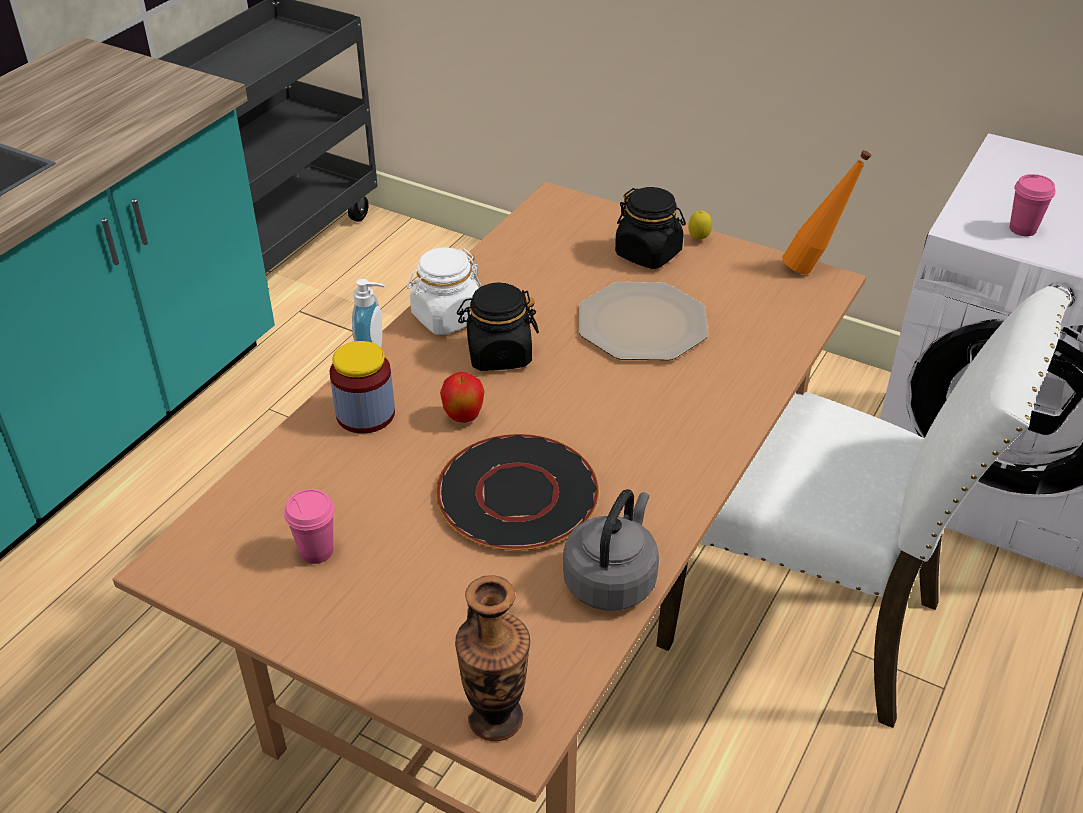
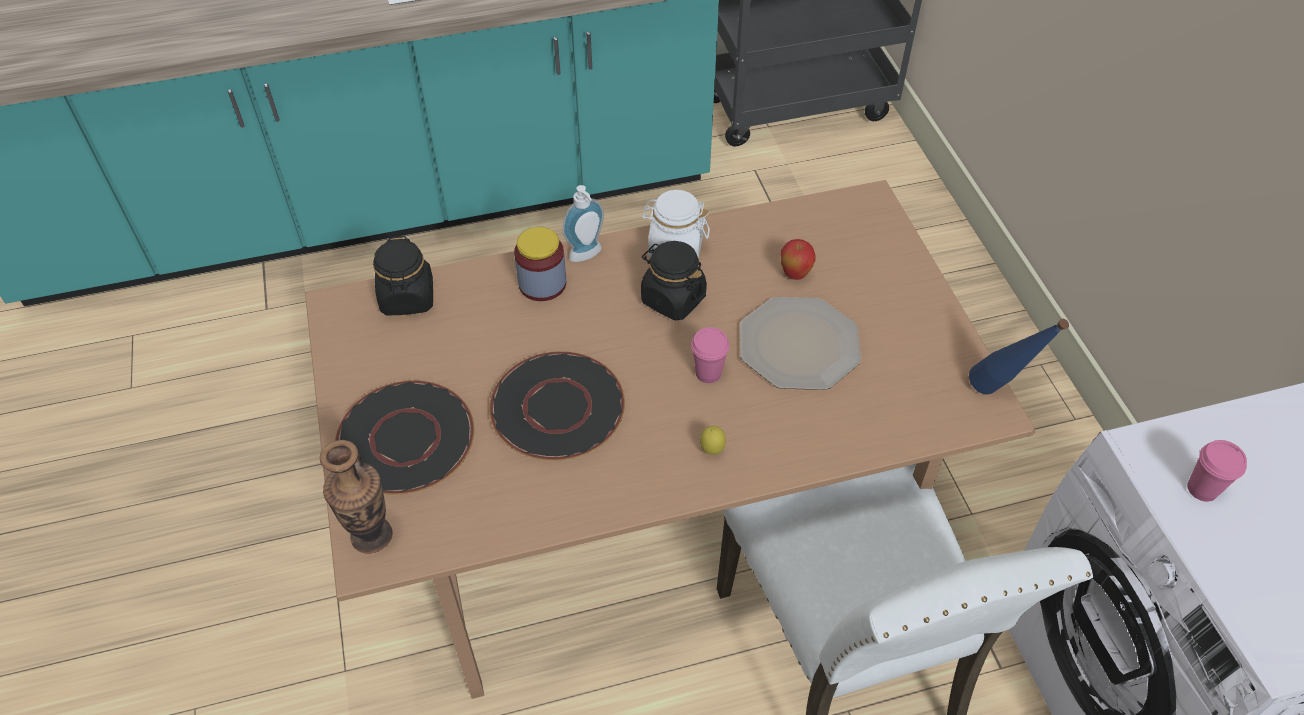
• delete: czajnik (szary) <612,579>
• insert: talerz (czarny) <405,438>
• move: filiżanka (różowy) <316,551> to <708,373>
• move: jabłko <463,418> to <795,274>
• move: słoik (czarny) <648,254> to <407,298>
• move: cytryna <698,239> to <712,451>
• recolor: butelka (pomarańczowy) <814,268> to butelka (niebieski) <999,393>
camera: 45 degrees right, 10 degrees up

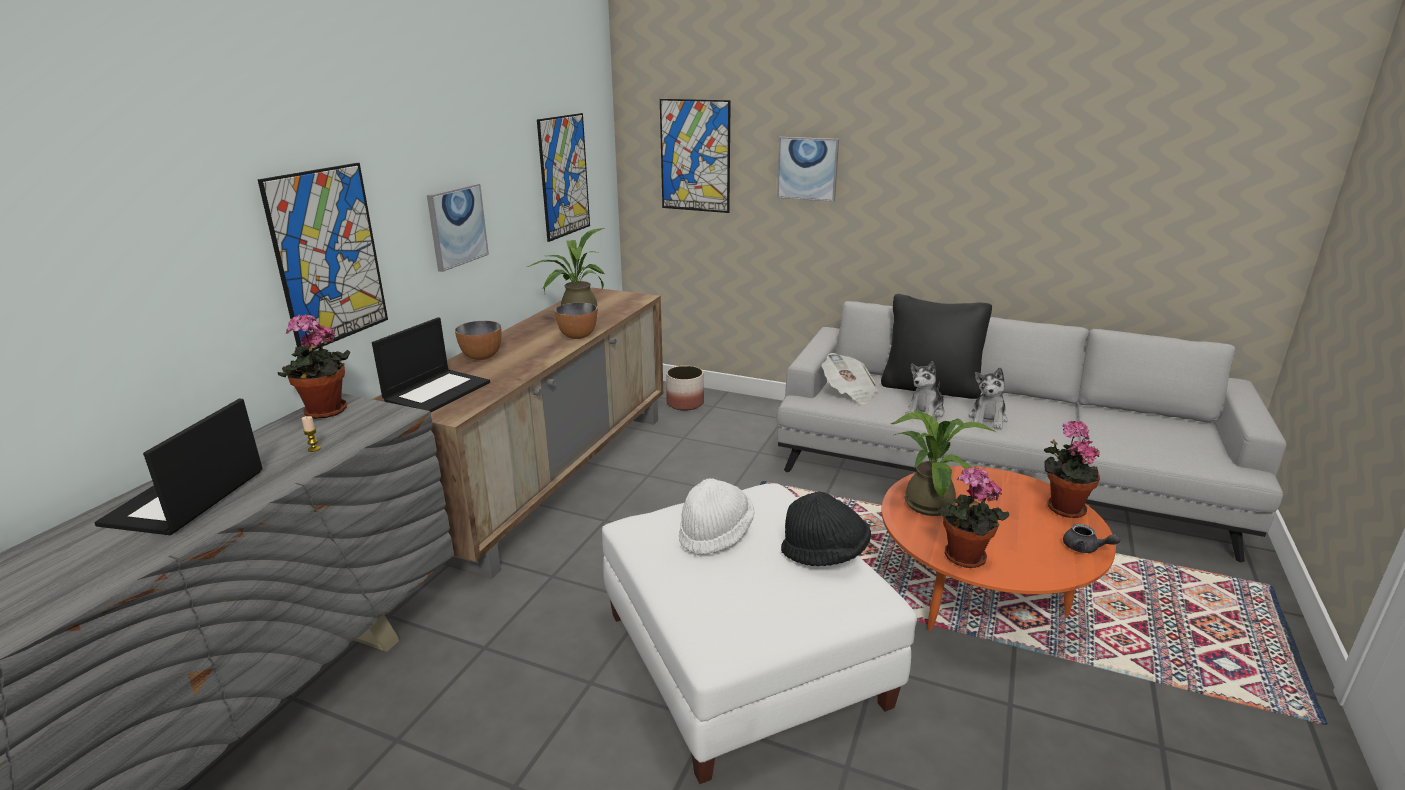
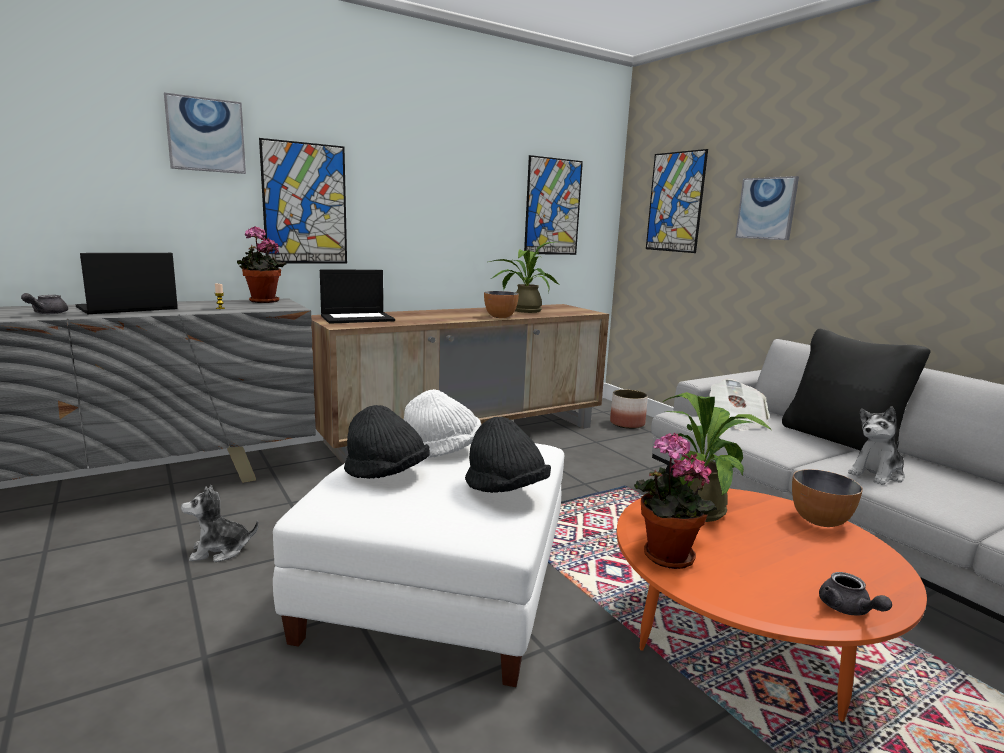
• delete: roślina doniczkowa <1062,507>
• insert: imbryk (szary) <46,313>
• insert: kapelusz (czarny) <386,474>
• move: obraz <457,226> to <206,135>
• move: miska <482,357> to <819,521>
• move: pluszak <925,412> to <220,550>
camera: 35 degrees right, 10 degrees down

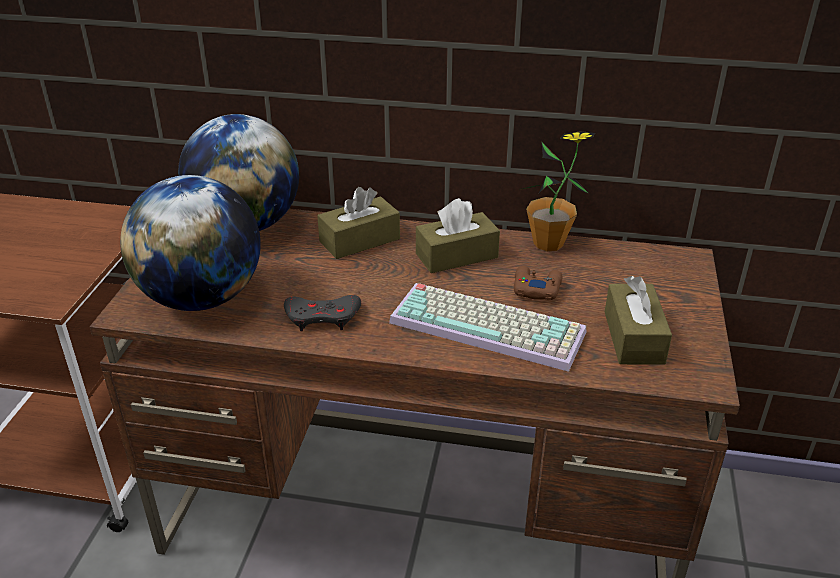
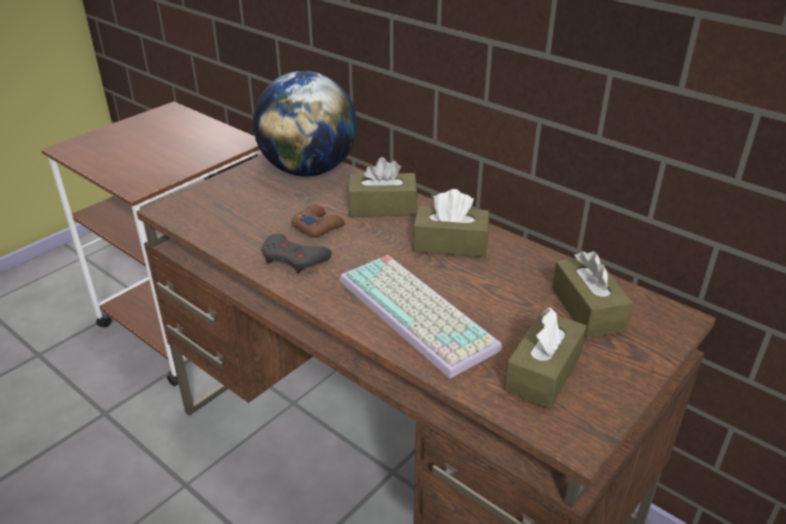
• delete: globus <202,298>
• delete: roślina doniczkowa <548,243>
• insert: pudełko chusteczek (brązowy) <587,309>
• move: pad do gier (brązowy) <536,288> to <318,226>
camera: 30 degrees right, 0 degrees up

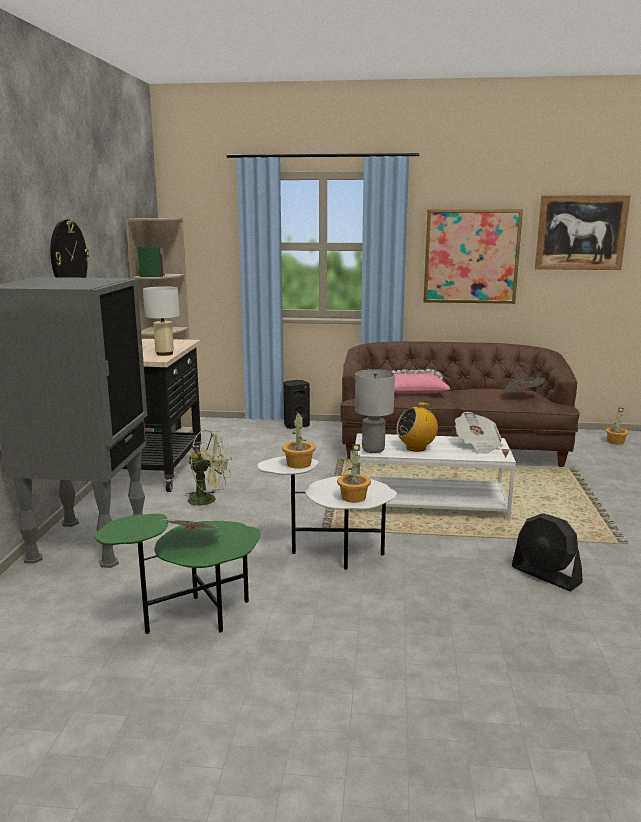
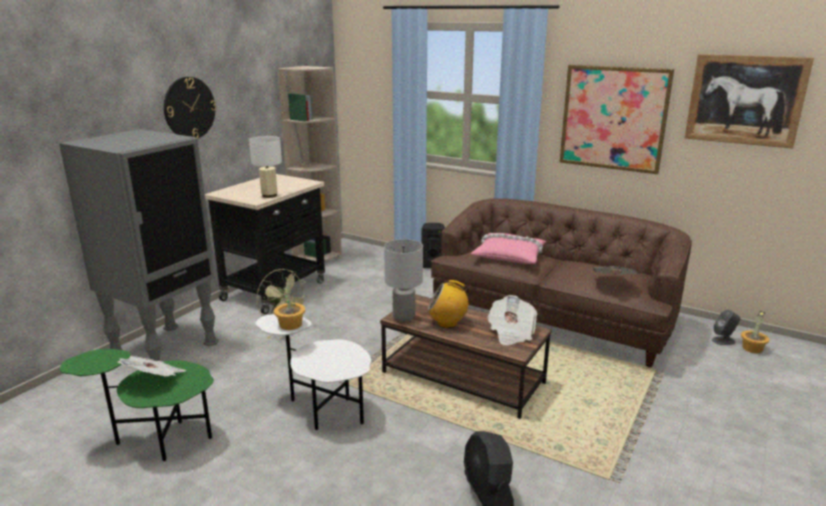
• delete: roślina doniczkowa <353,497>
• insert: głośnik (szary) <723,340>
• recolor: ława (biały) <429,503> to ława (brązowy) <463,378>
camera: 25 degrees right, 5 degrees up

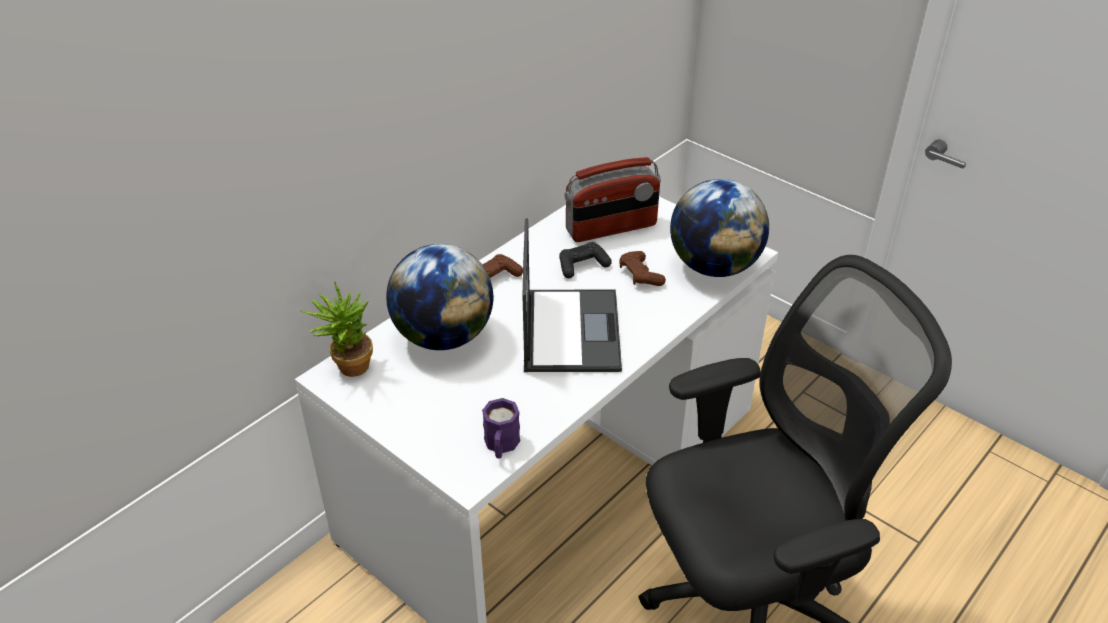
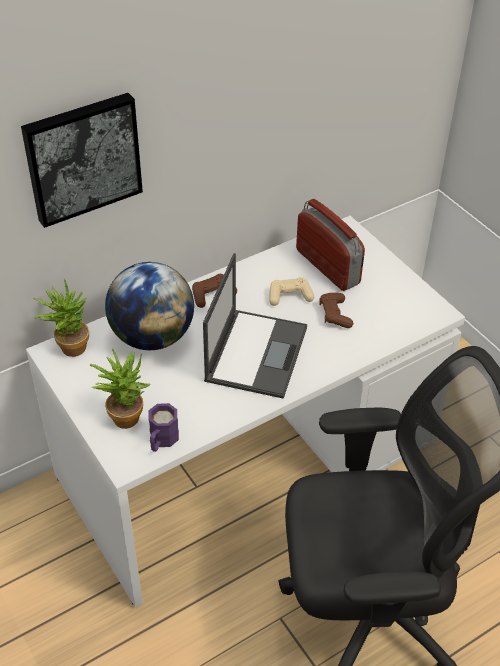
• delete: globus <714,266>
• insert: obraz <82,157>
• insert: roślina doniczkowa <125,414>
• recolor: pad do gier (czarny) <582,266> to pad do gier (beżowy) <289,296>
• rotate: radio <611,228> = <328,266> 120 degrees counterclockwise
camera: 15 degrees right, 5 degrees up

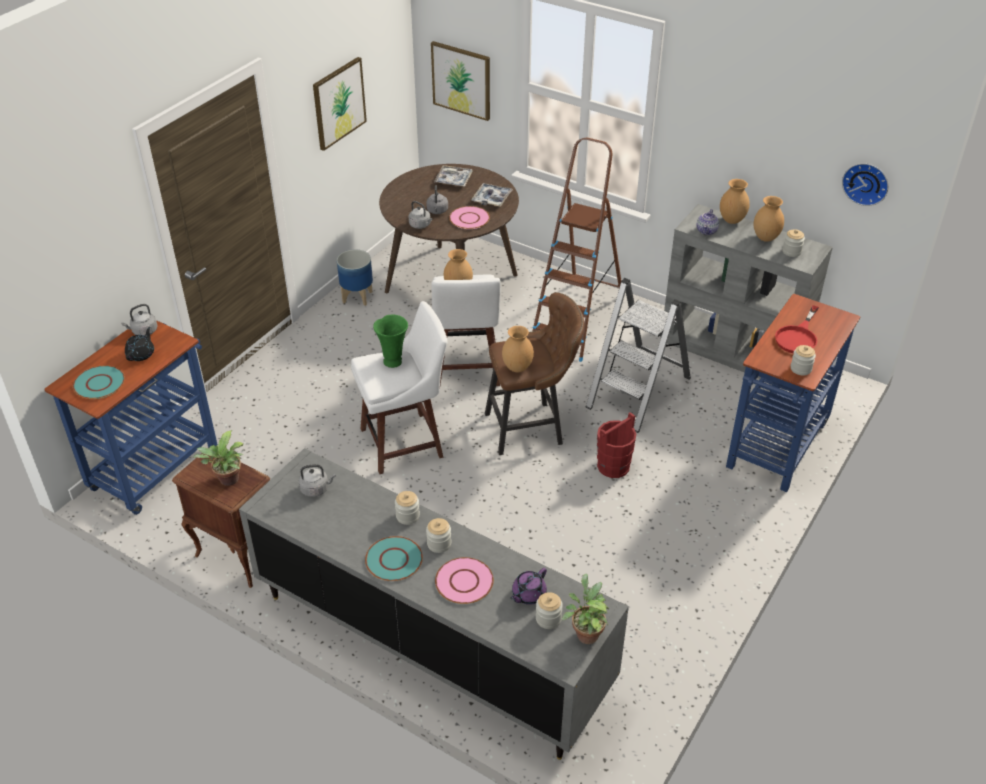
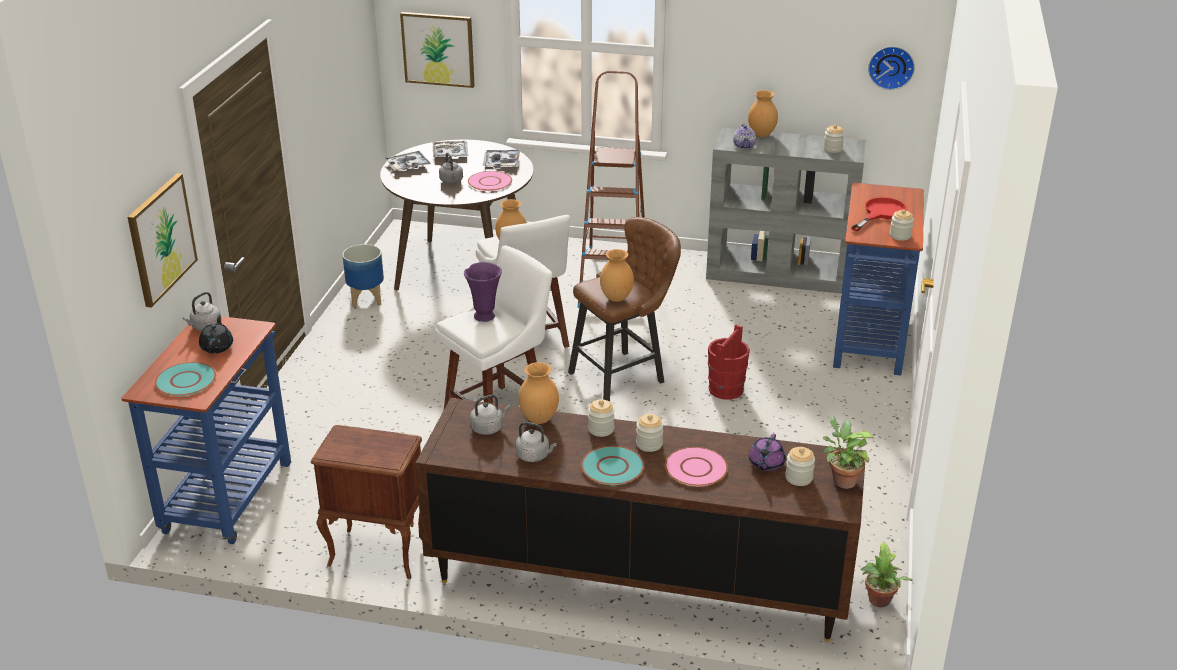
• delete: drabinka (szary) <639,391>
• insert: taca <408,165>
• move: roślina doniczkowa <227,481> to <879,602>
• move: obraz <339,103> to <161,239>
• move: czajnik (szary) <421,225> to <534,456>
• move: wazon (brązowy) <765,238> to <538,419>
• recolor: szafka (szary) <431,645> to szafka (brązowy) <638,580>
• recolor: wazon (zielony) <393,361> to wazon (fioletowy) <485,315>
• rotate: patelnia (czerwony) <798,337> = <880,213> 150 degrees counterclockwise
camera: 20 degrees left, 10 degrees down

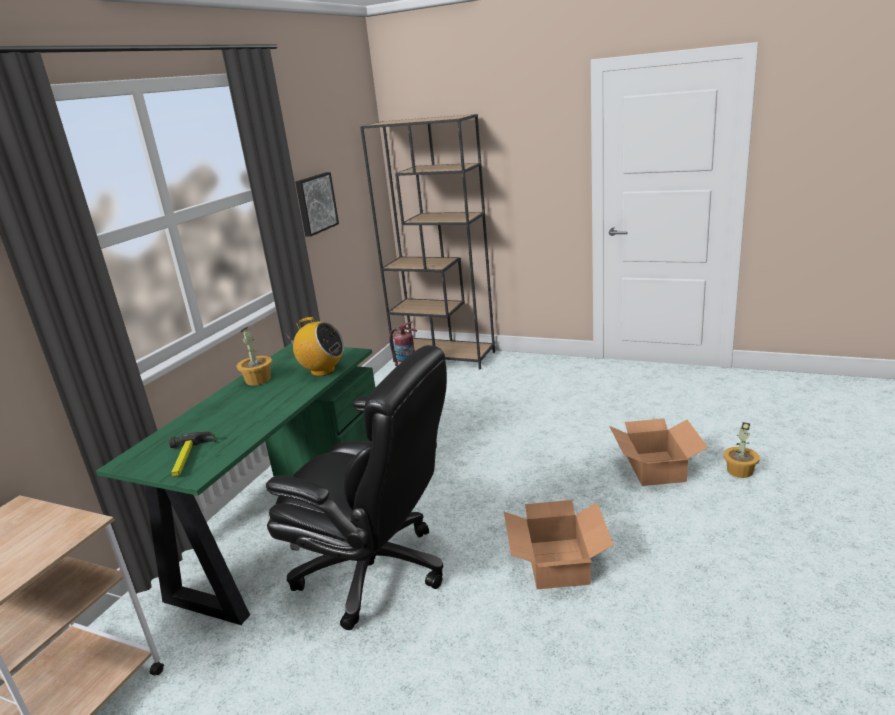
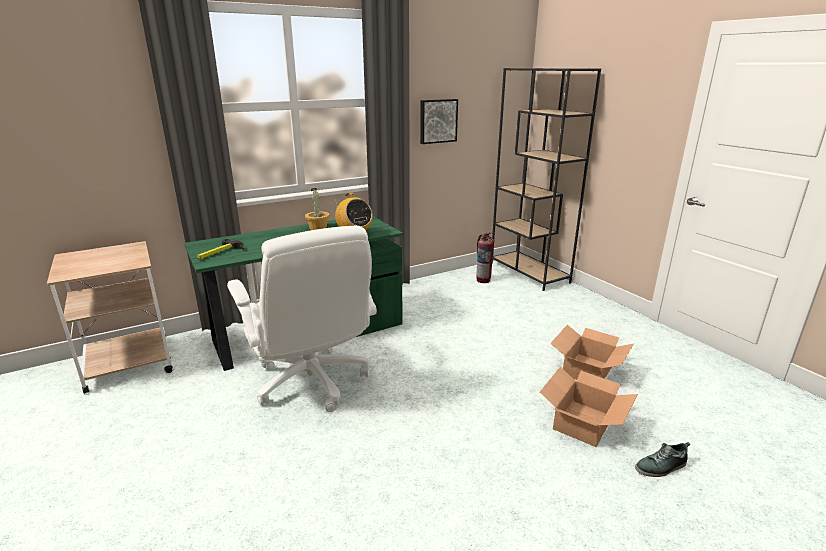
• move: karton <558,562> to <588,370>
• replace: roślina doniczkowa <740,471> to but <661,467>
• recolor: krzesło biurowe (czarny) <378,575> to krzesło biurowe (biały) <312,384>
camera: 35 degrees right, 0 degrees up

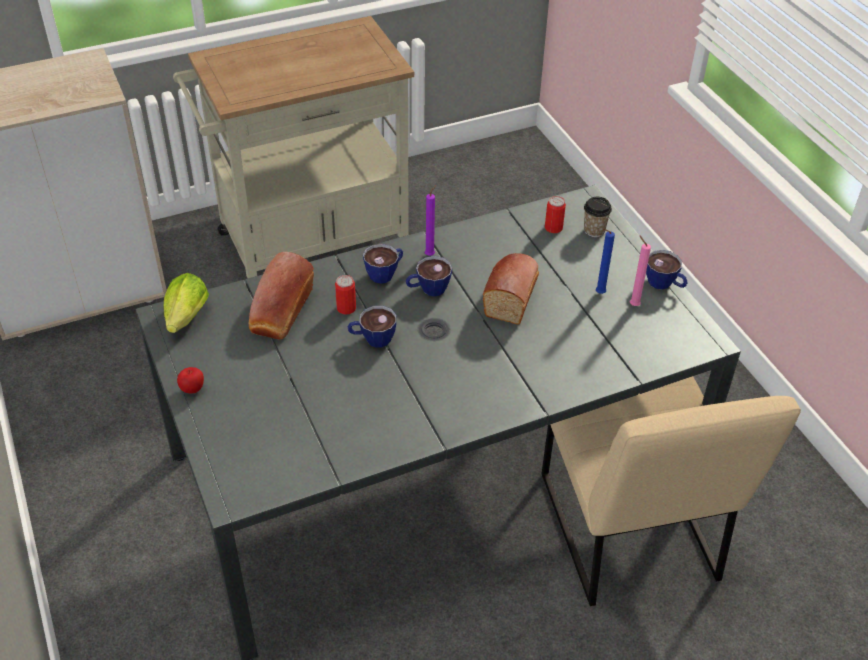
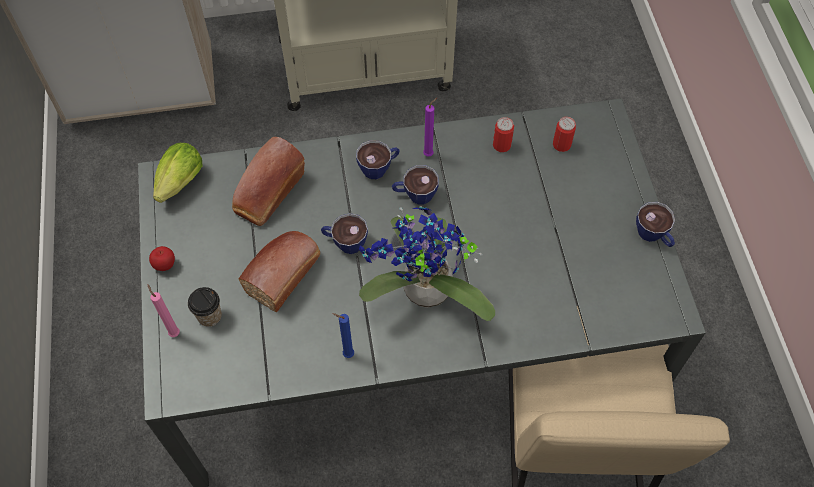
• insert: roślina doniczkowa <423,294>
• move: puszka <346,308> to <501,145>
• move: chleb <512,295> to <285,273>
• move: filiżanka <594,230> to <209,316>
• move: świeca (niebieski) <598,293> to <346,354>
• move: świeca (różowy) <633,304> to <174,332>
camera: 15 degrees right, 15 degrees up

